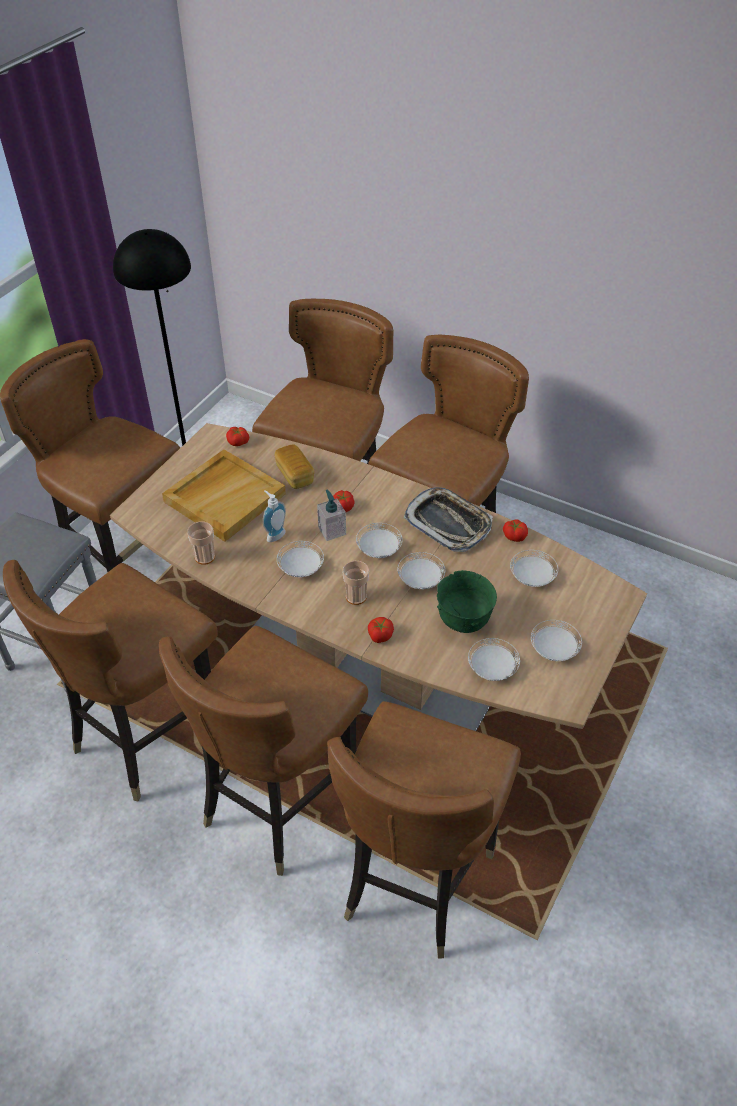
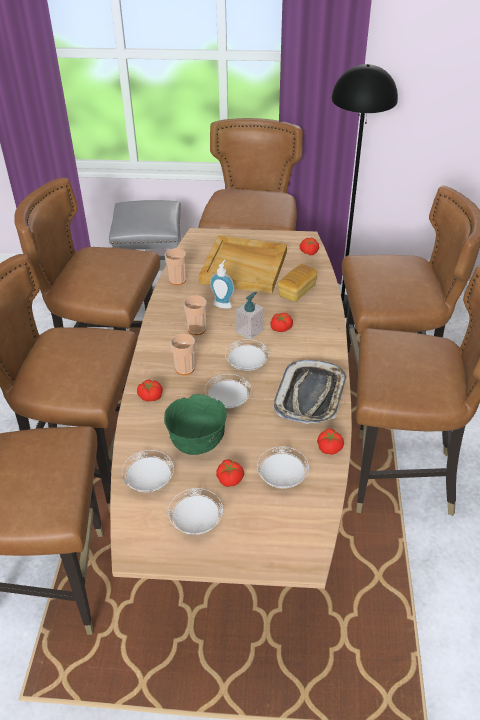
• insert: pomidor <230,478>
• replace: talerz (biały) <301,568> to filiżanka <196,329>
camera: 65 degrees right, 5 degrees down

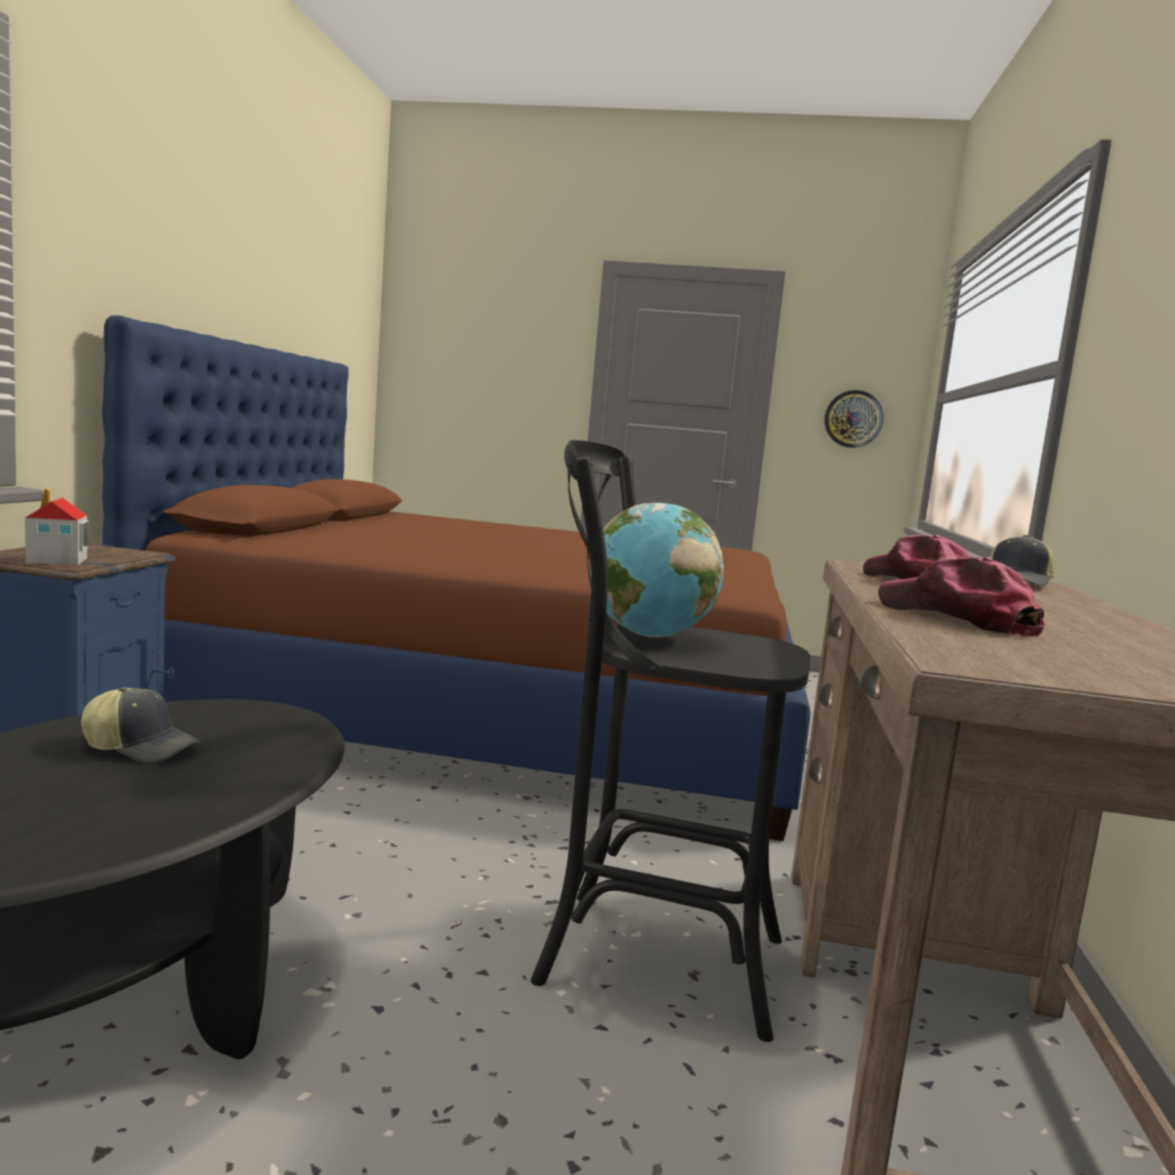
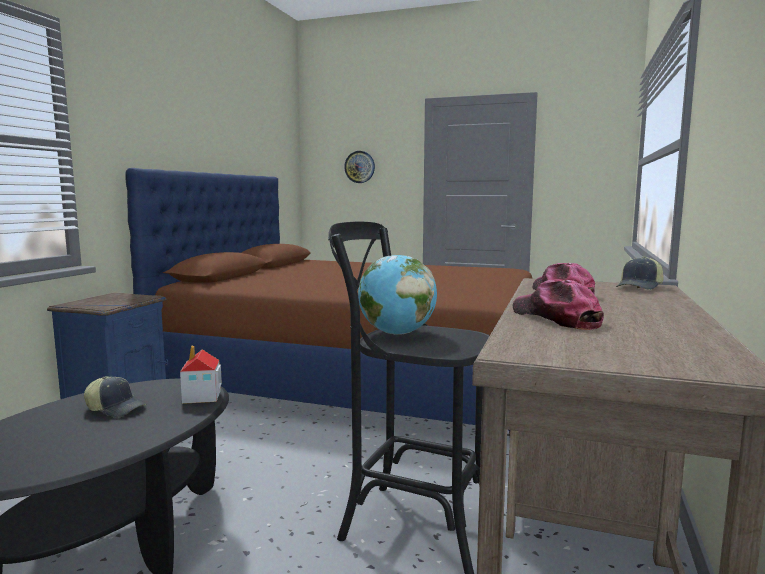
• move: domek <57,561> to <202,397>
• move: zegar ścienny <853,419> to <359,167>
camera: 10 degrees right, 0 degrees up

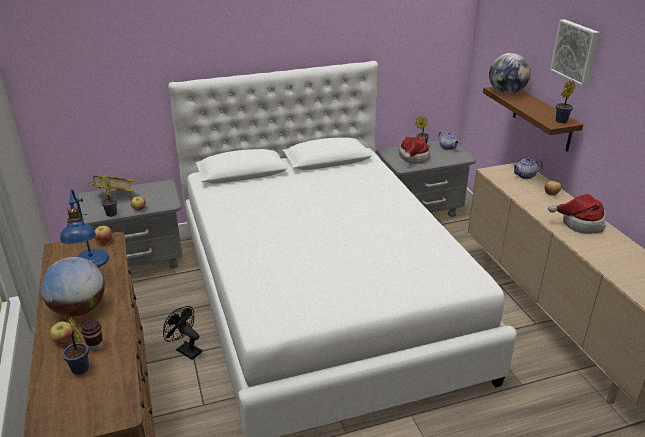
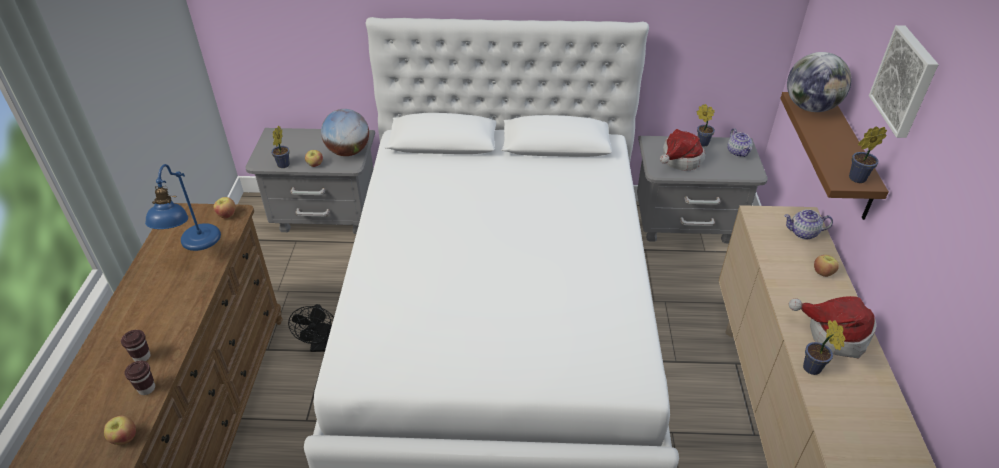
• delete: książka <115,197>
• insert: filiżanka (brązowy) <146,388>
• move: globus <79,309> to <348,152>
• move: jabłko <64,341> to <124,438>
• move: roślina doniczkowa <81,370> to <813,370>
• rotate: wentylator (czarny) <185,350> = <320,345> 150 degrees counterclockwise
camera: 20 degrees right, 10 degrees up

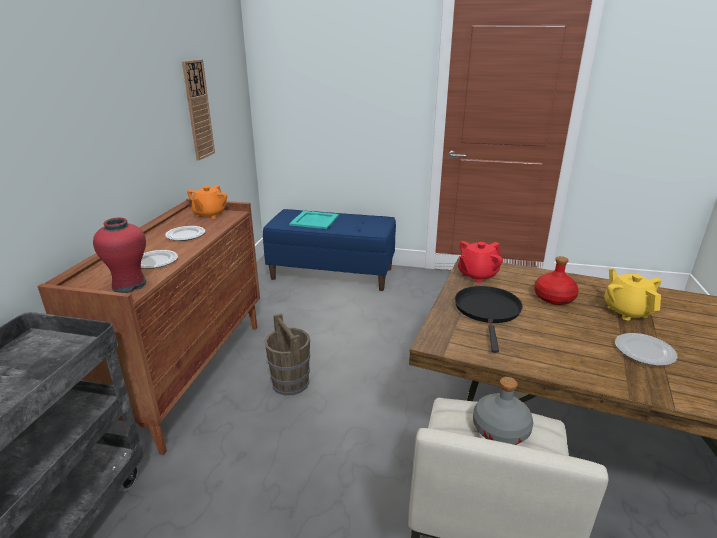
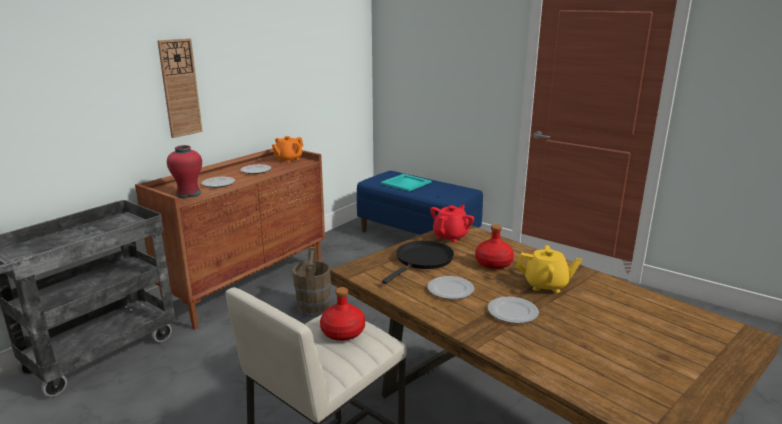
• insert: talerz <451,290>
• move: zegar ścienny <198,110> to <180,88>
• recolor: butelka (szary) <500,430> to butelka (czerwony) <343,332>
• rotate: imbryk (czerwony) <477,275> = <451,236> 135 degrees clockwise
• rotate: imbryk (żółty) <627,311> = <546,285> 90 degrees clockwise
camera: 25 degrees right, 5 degrees down

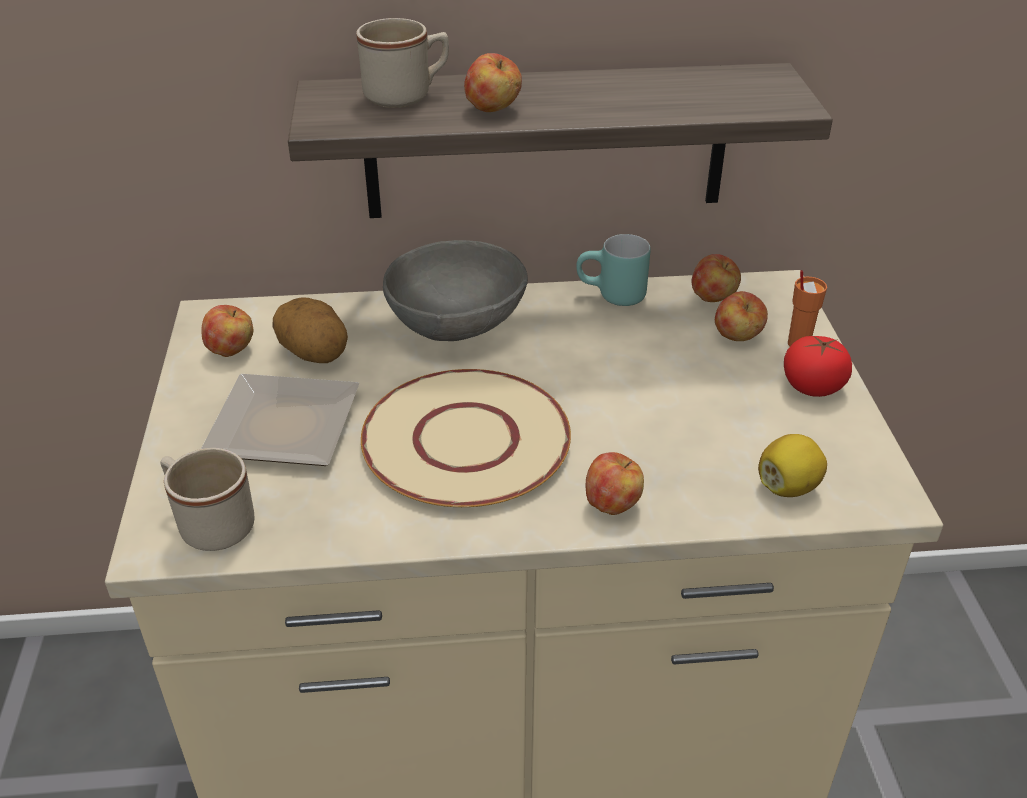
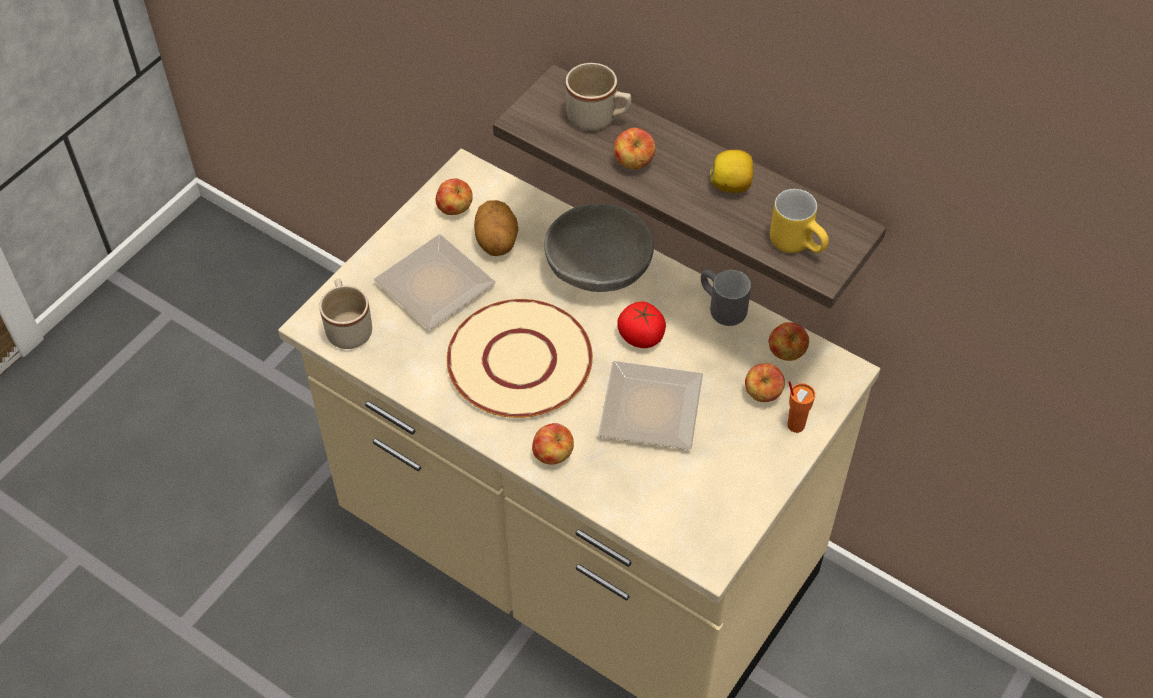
• insert: talerz <654,407>
• insert: kubek (żółty) <799,243>
• move: cytryna <788,486> to <731,185>
• move: pomidor <812,387> to <641,336>
• recolor: kubek (turkusowy) <611,297> to kubek (szary) <719,309>
camera: 40 degrees right, 15 degrees up

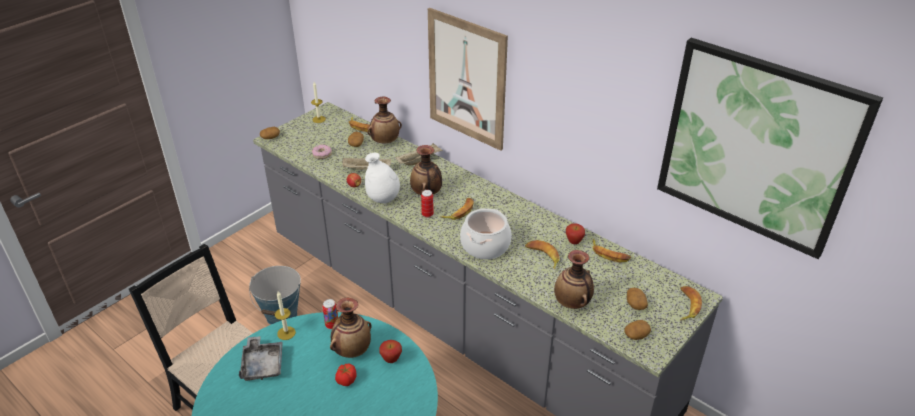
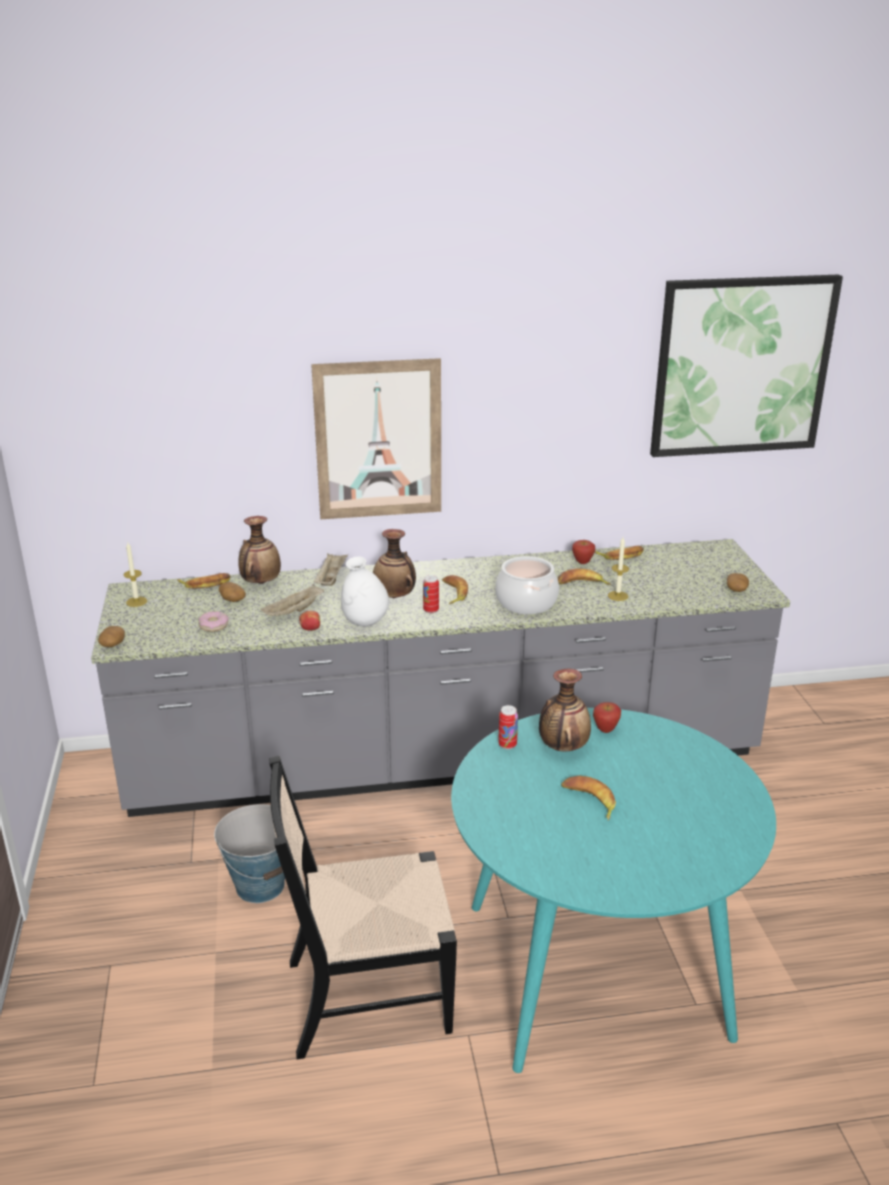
• delete: taca (szary) <262,364>
• delete: pomidor <346,380>
• delete: wazon <572,303>
• delete: ziemniak <635,304>
• move: świeca <286,333> to <618,596>
• move: banan <686,305> to <589,801>
camera: 50 degrees left, 10 degrees down

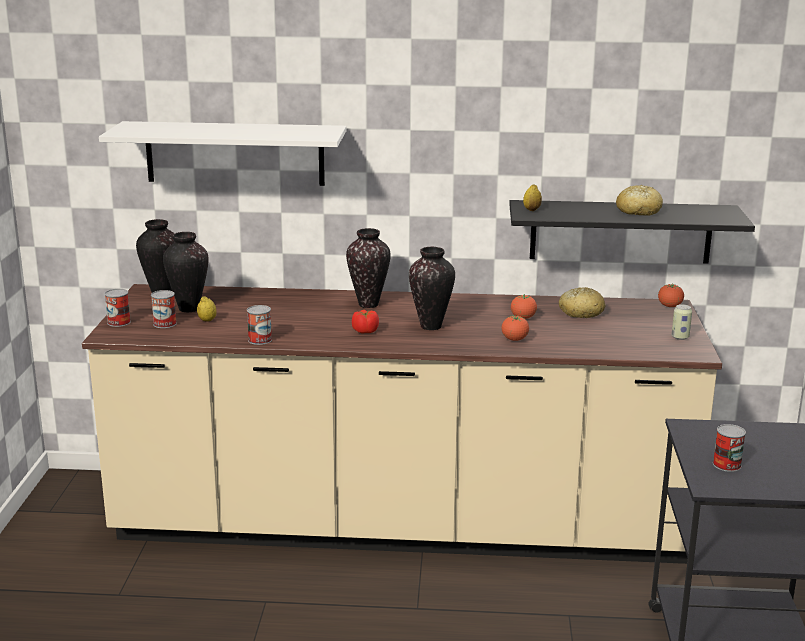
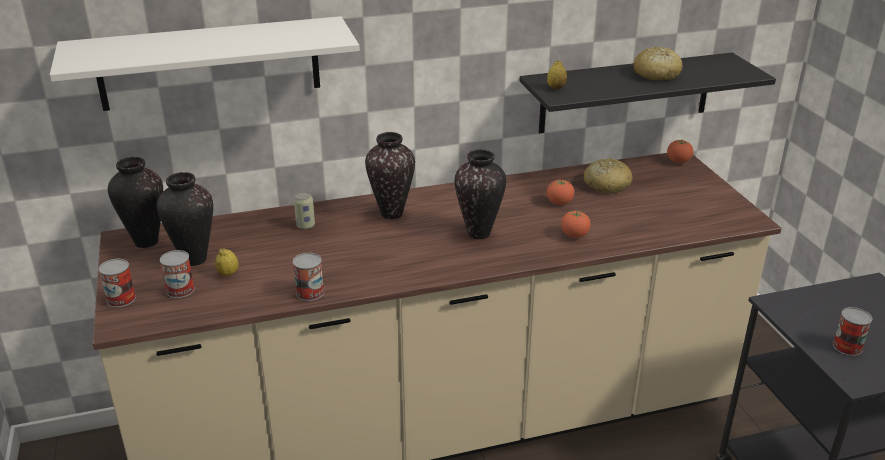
• delete: pomidor <365,331>
• move: puszka <680,337> to <305,225>
camera: 20 degrees left, 10 degrees up

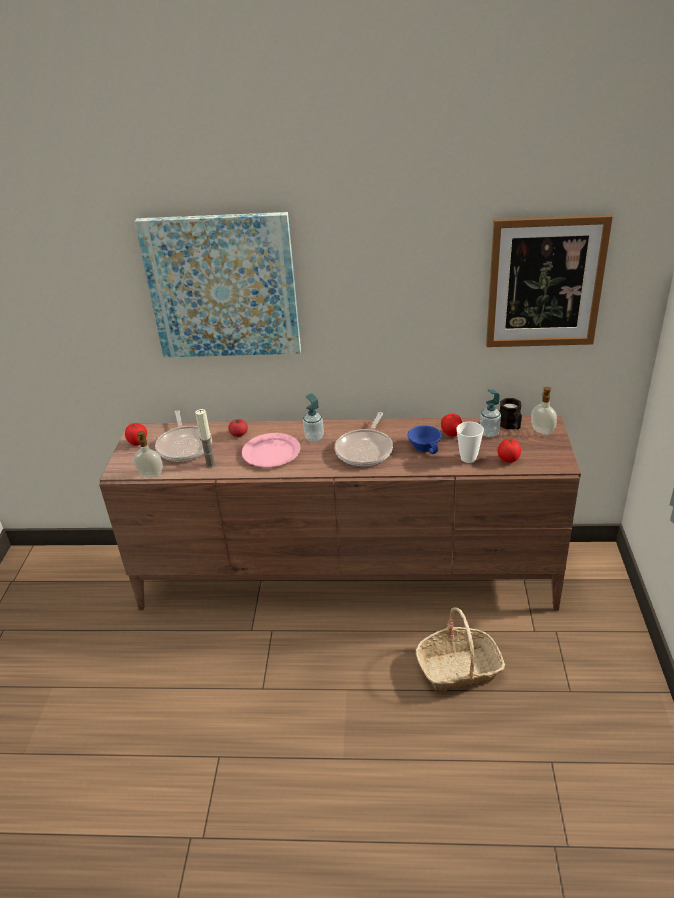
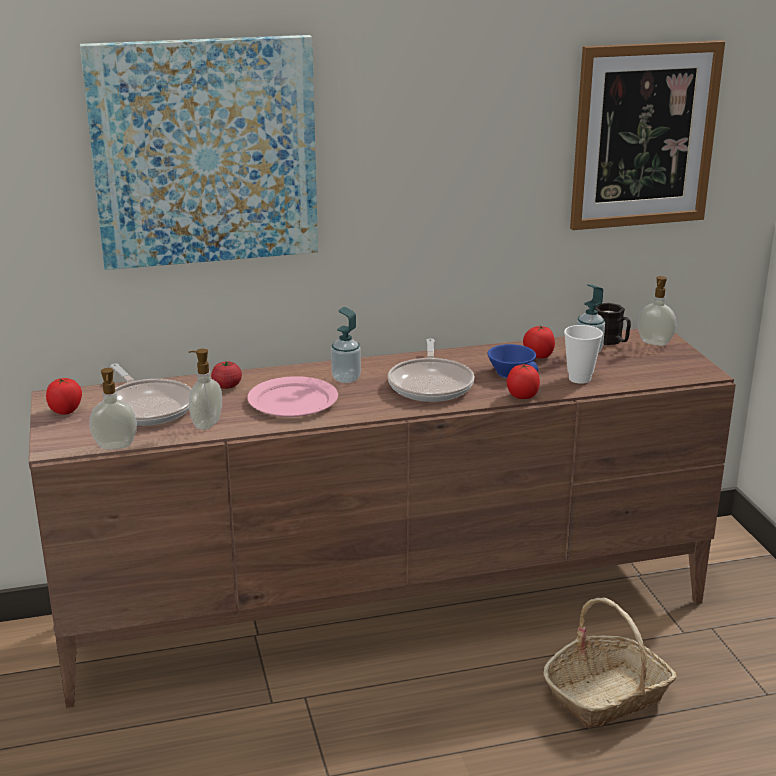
• move: pomidor <508,460> to <522,397>
• replace: świeca <210,465> to dozownik mydła <206,424>
camera: 20 degrees left, 10 degrees down

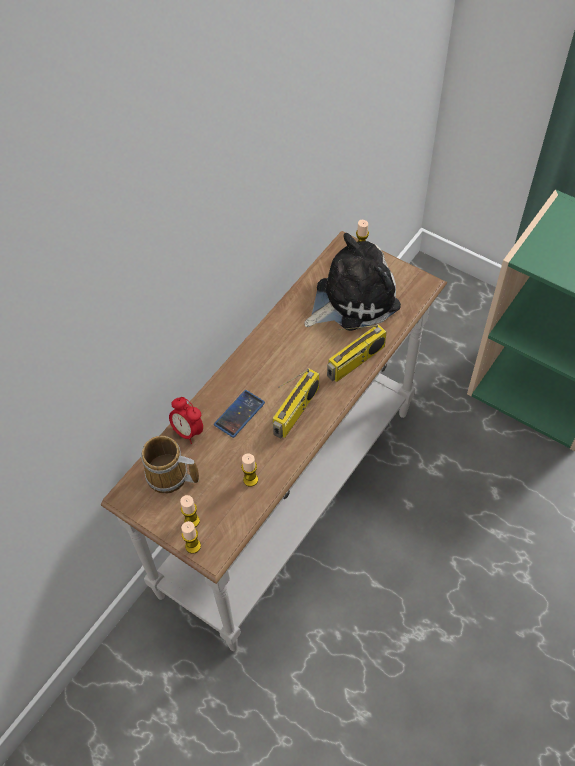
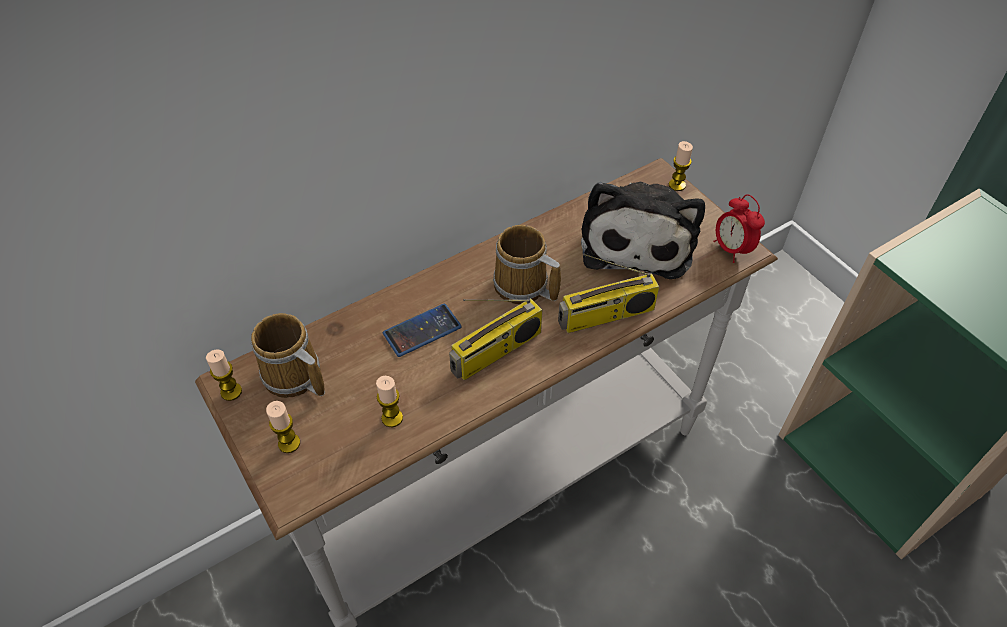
• insert: kubek <523,287>
• move: budzik <188,431> to <731,249>
• move: świeca <193,546> to <231,392>
• rotate: pluszak <352,299> = <637,239> 105 degrees clockwise
camera: 20 degrees right, 5 degrees down

